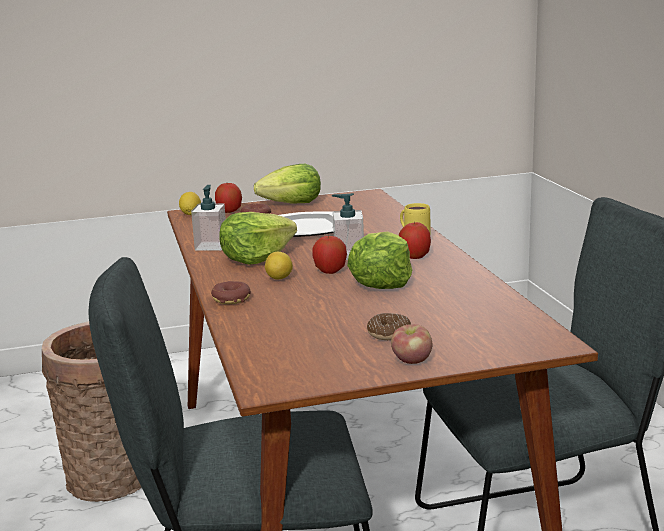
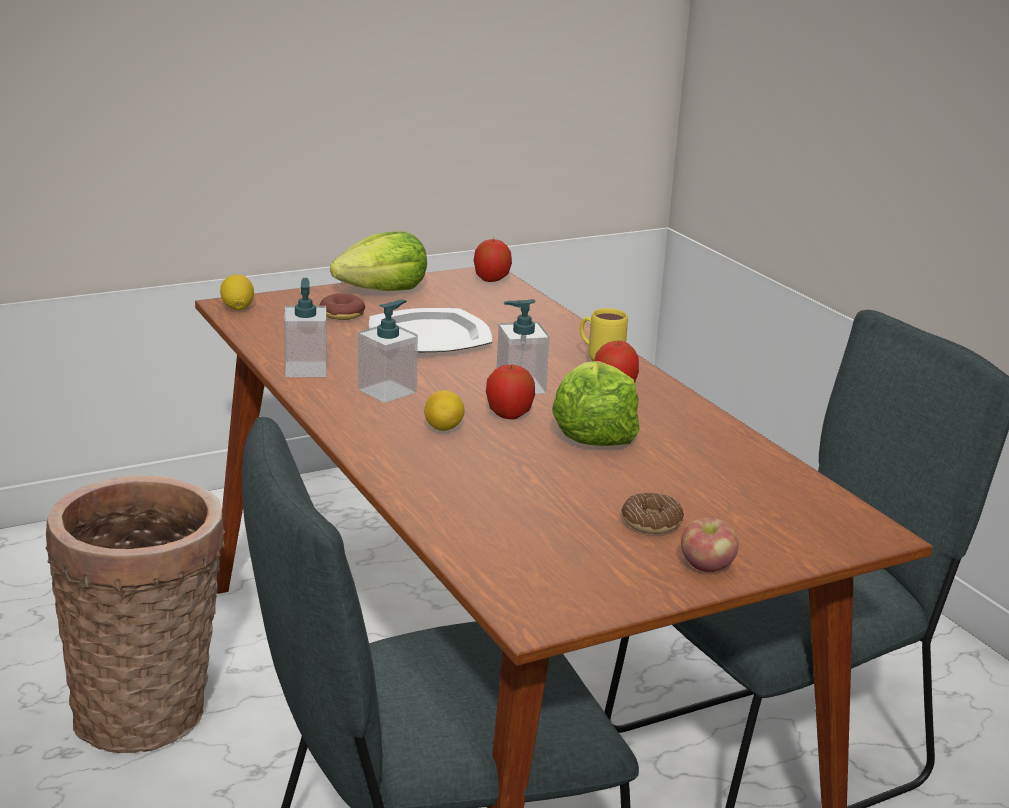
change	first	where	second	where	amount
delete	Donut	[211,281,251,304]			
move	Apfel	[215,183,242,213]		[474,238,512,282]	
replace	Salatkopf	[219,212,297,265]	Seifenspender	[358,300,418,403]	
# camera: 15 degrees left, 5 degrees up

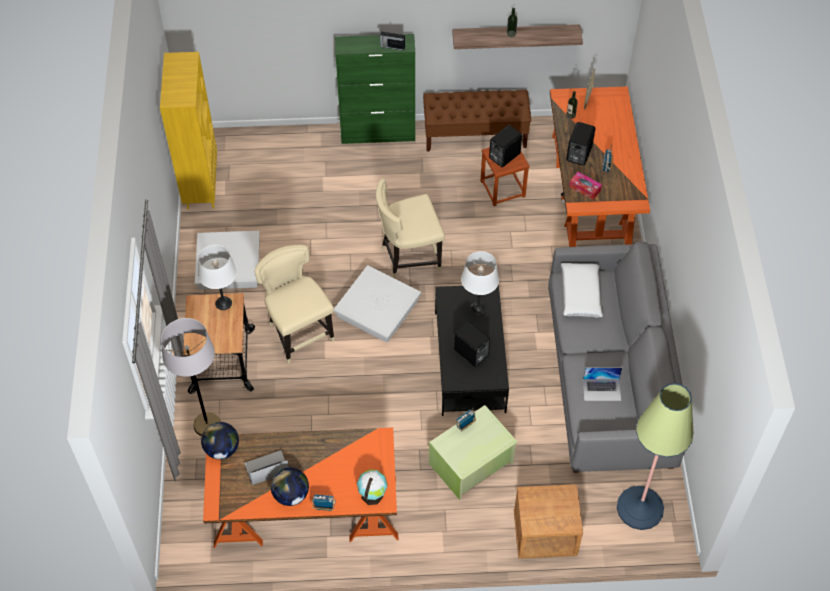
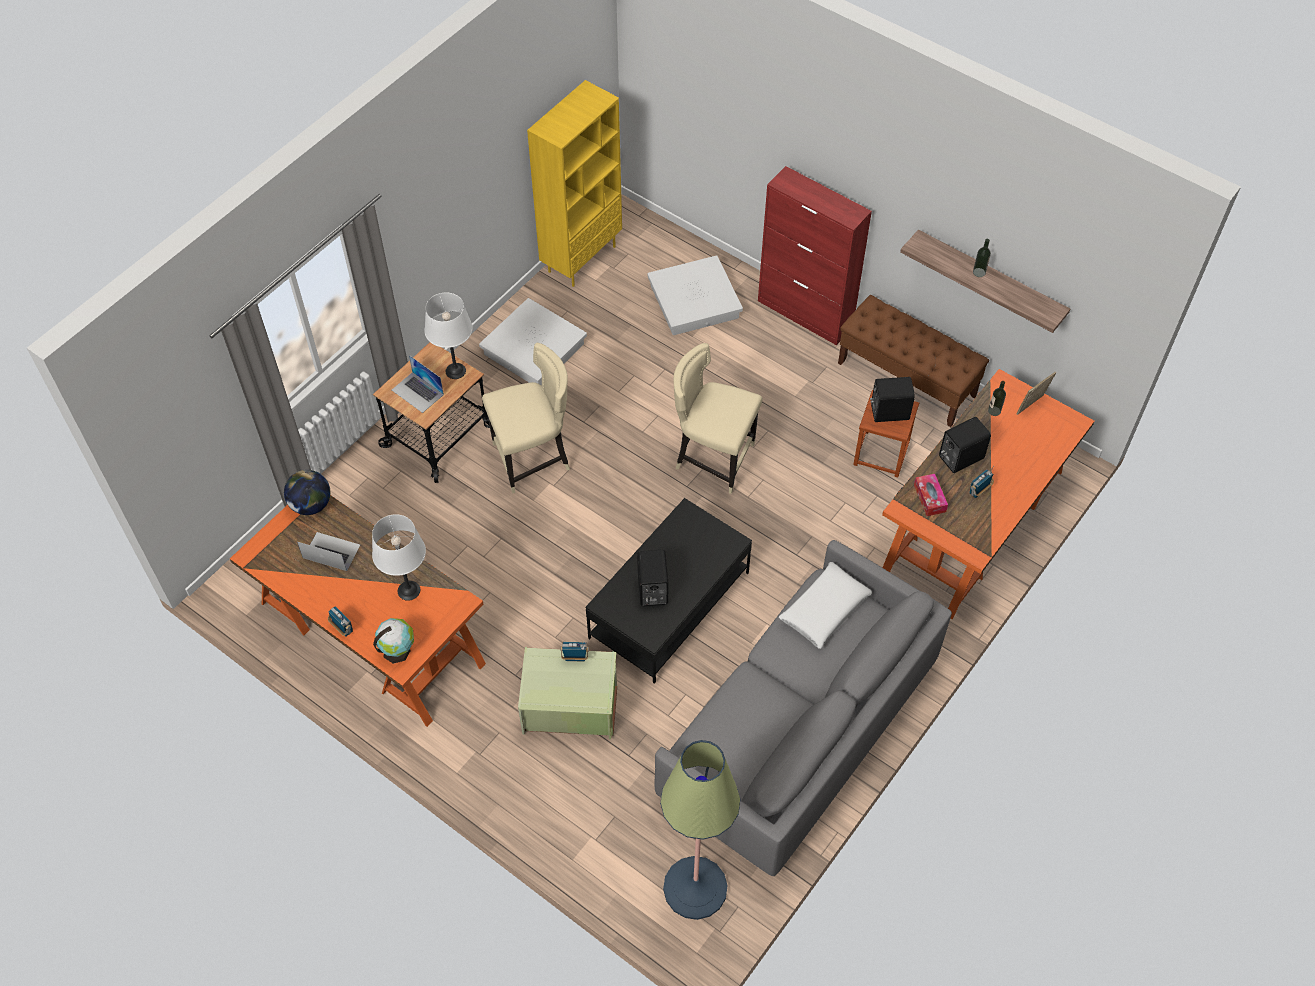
change	first	where	second	where	amount
delete	Stehlampe [grau]	[161,318,221,436]			
delete	Globus	[271,467,309,506]			
delete	Radio	[379,32,405,51]			
delete	Nachttisch [braun]	[514,484,583,559]			
move	Aufbewahrungsbox [weiß]	[334,265,421,343]		[647,255,743,335]	
move	Tischlampe [weiß]	[461,251,499,316]		[372,514,426,601]	
move	Laptop	[583,367,622,401]		[392,355,444,413]	
recolor	Schrank [grün]	[335,34,415,144]	Schrank [rot]	[758,166,872,345]	
rotate	Stuhl [beige]	[255,245,334,364]		[482,343,570,493]	60 degrees clockwise
# camera: 40 degrees right, 0 degrees up

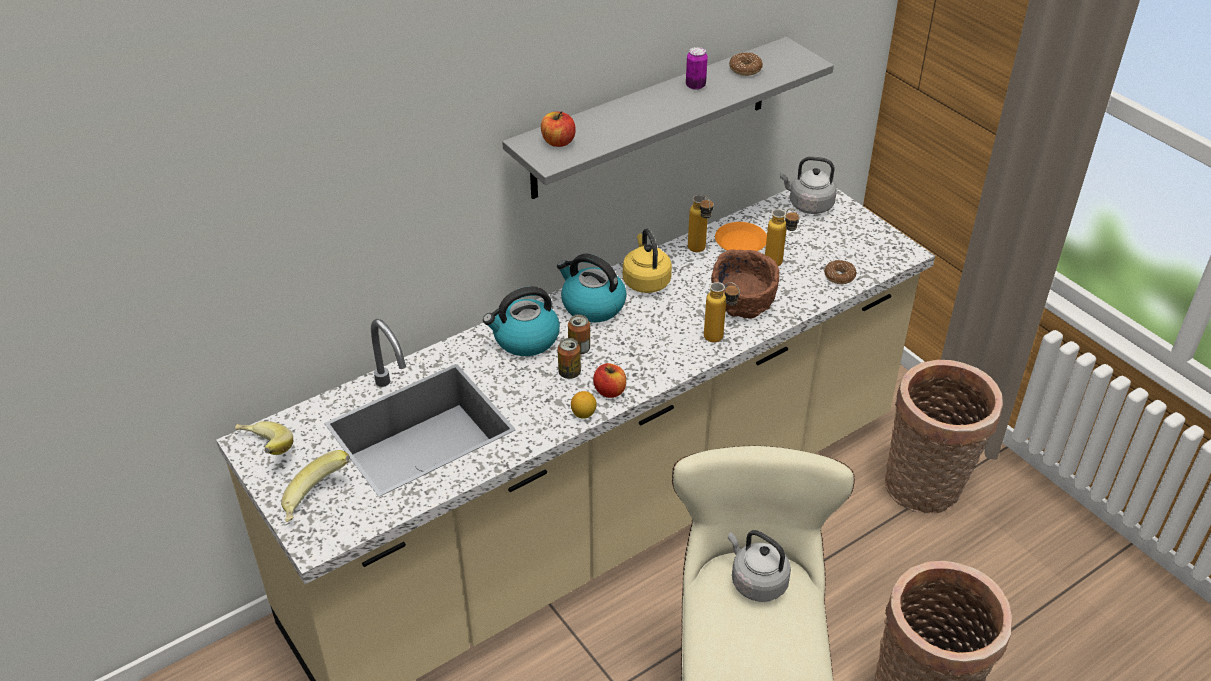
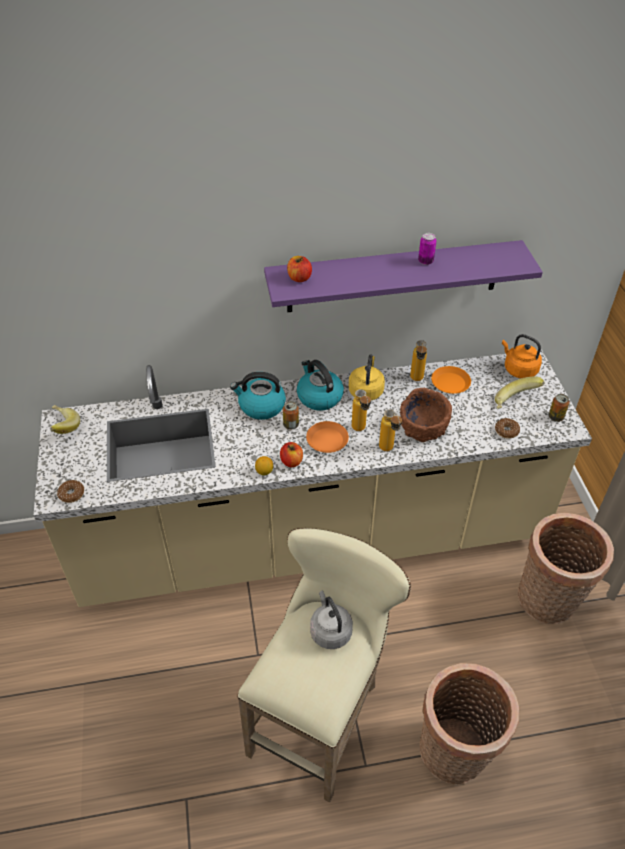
change	first	where	second	where	amount
insert			Teller [orange]	[306,421,349,453]	
move	Banane	[281,450,350,522]		[495,377,545,409]	
move	Dose	[557,338,581,379]		[549,394,569,422]	
move	Donut	[729,52,763,76]		[57,480,84,503]	
move	Flasche	[765,208,800,266]		[352,389,371,431]	
recolor	Wandregal [grau]	[502,37,834,199]	Wandregal [lila]	[264,240,543,312]	
recolor	Wasserkessel [grau]	[780,156,837,214]	Wasserkessel [orange]	[502,334,542,378]	
# camera: 25 degrees right, 5 degrees up

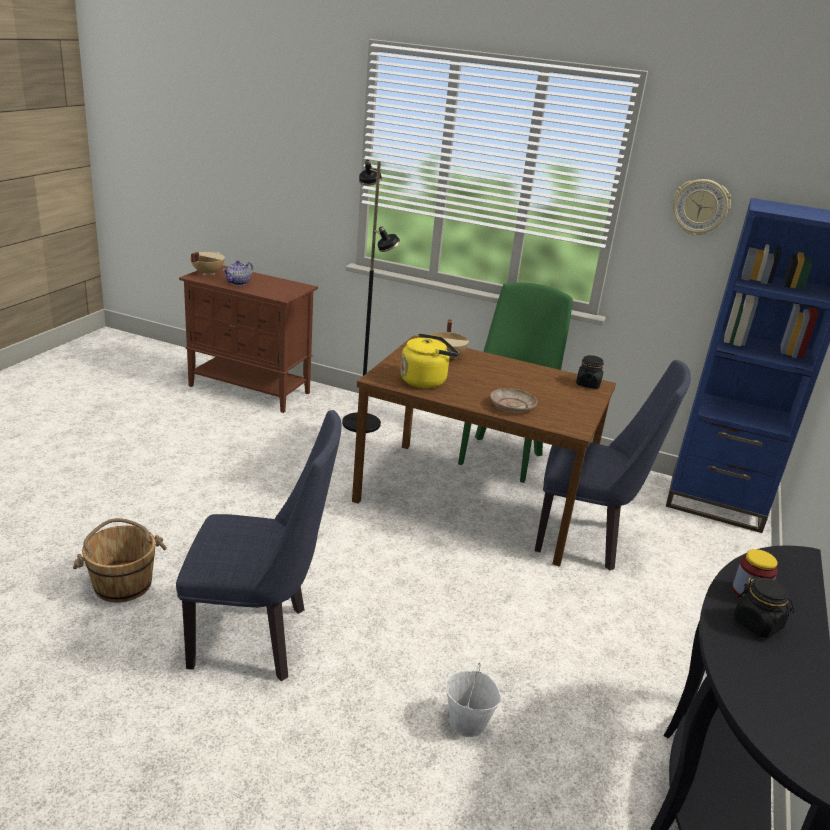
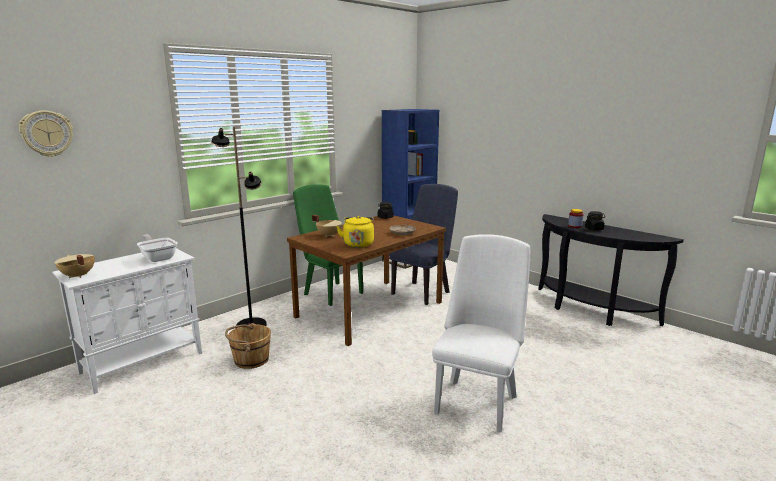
change	first	where	second	where	amount
delete	Teekanne	[223,260,253,286]			
delete	Eimer [weiß]	[446,662,502,737]			
insert			Pfanne	[137,235,178,262]	
move	Eimer [braun]	[73,518,167,602]		[225,323,271,369]	
move	Wanduhr	[673,179,731,236]		[19,110,73,157]	
recolor	Stuhl [blau]	[176,410,342,681]	Stuhl [weiß]	[432,234,530,432]	
recolor	Schrank [braun]	[179,265,318,413]	Schrank [weiß]	[52,248,202,394]	
# camera: 65 degrees left, 10 degrees down

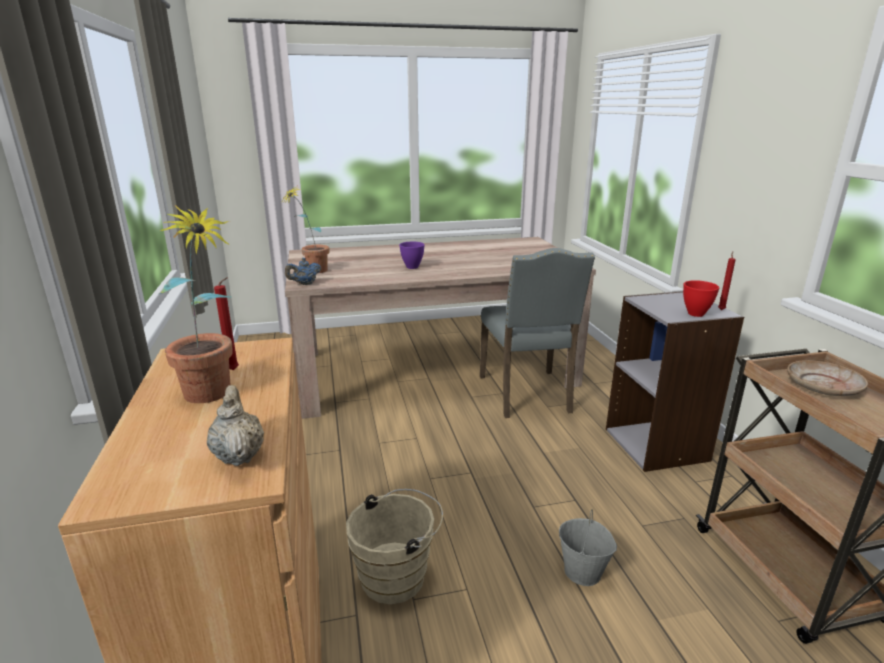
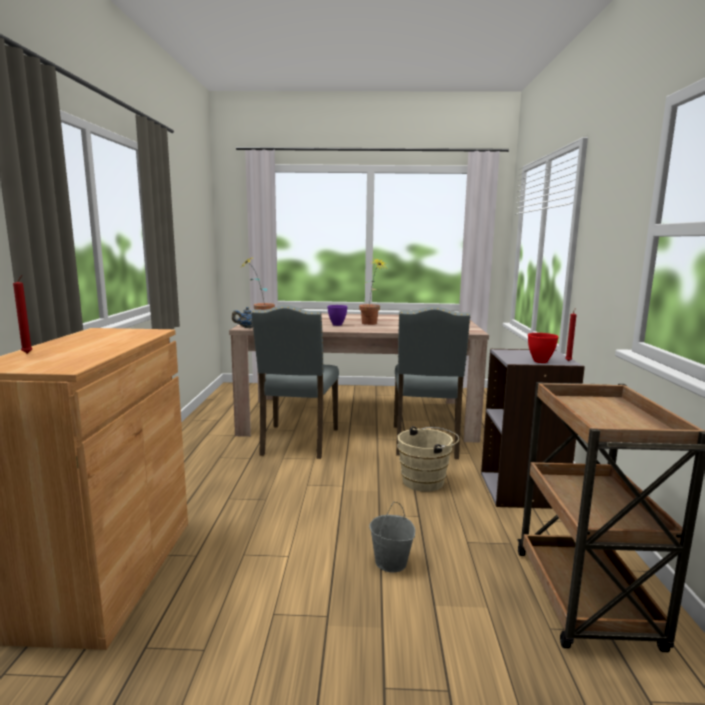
change	first	where	second	where	amount
delete	Teekanne [beige]	[207,385,264,466]			
delete	Teller [beige]	[787,360,868,396]			
insert			Stuhl [grau]	[251,305,339,459]	
move	Topfpflanze	[159,205,233,403]		[359,257,387,325]	
move	Kerze [rot]	[214,277,239,370]		[13,275,32,354]	
move	Eimer [beige]	[346,489,443,604]		[398,426,459,492]	
# camera: 15 degrees right, 10 degrees down

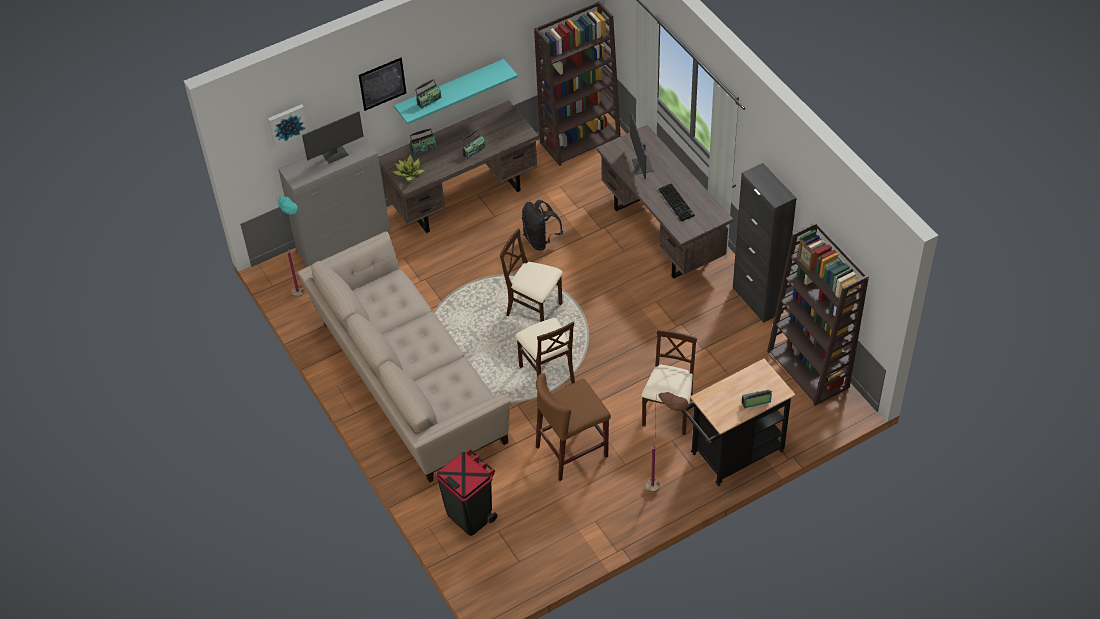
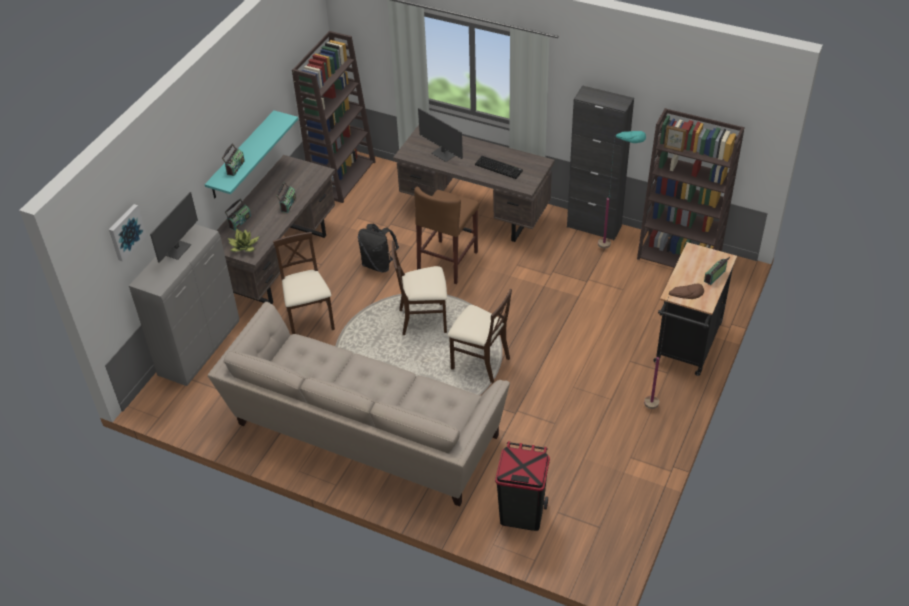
change	first	where	second	where	amount
delete	Bild	[359,58,406,111]			
move	Stehlampe [türkis]	[276,196,305,298]		[598,131,646,249]	
move	Hocker [braun]	[536,373,611,481]		[414,187,479,284]	
move	Stuhl [beige]	[641,329,697,435]		[273,232,335,334]	
# camera: 35 degrees left, 5 degrees down

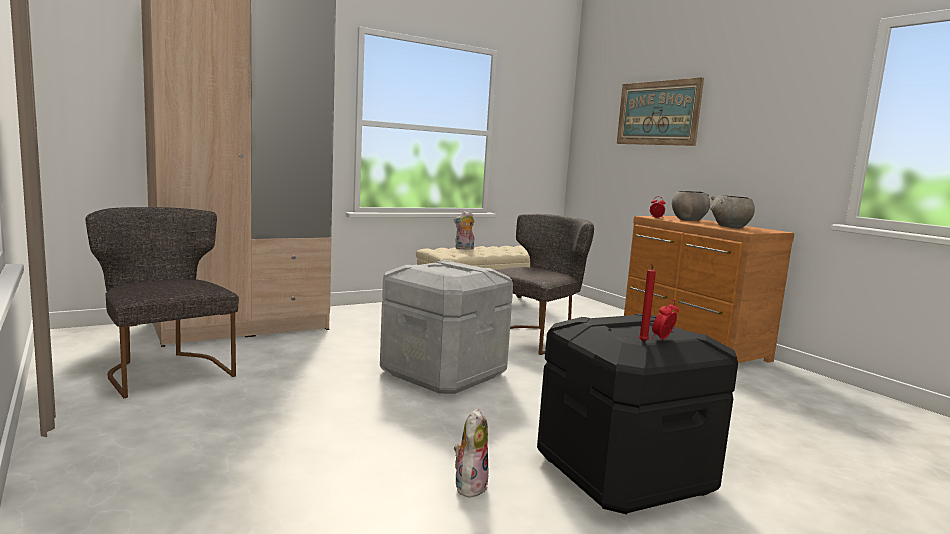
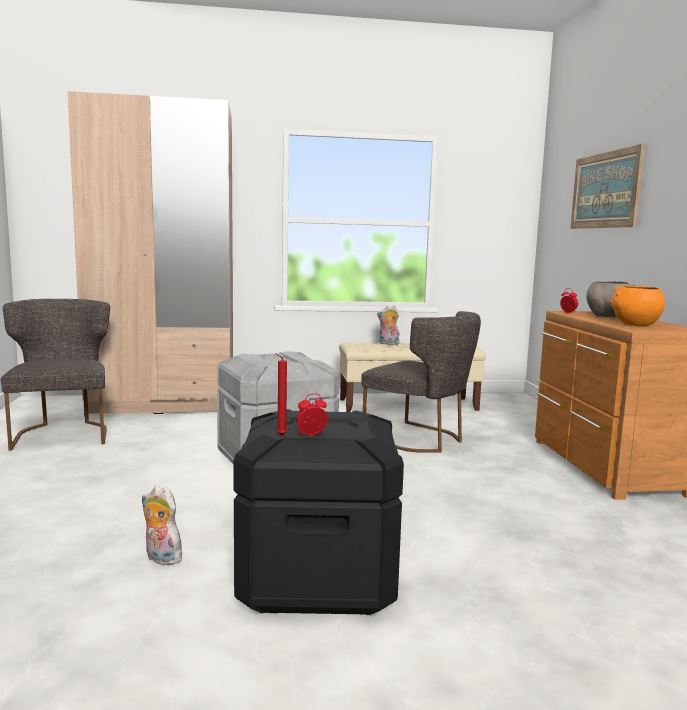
change	first	where	second	where	amount
recolor	Schüssel [grau]	[710,195,755,228]	Schüssel [orange]	[610,285,665,326]	
rotate	Plüschtier	[454,408,488,497]		[141,485,182,565]	105 degrees counterclockwise
rotate	Stuhl [grau]	[496,214,594,355]		[361,311,481,453]	60 degrees clockwise
# camera: 25 degrees right, 0 degrees up

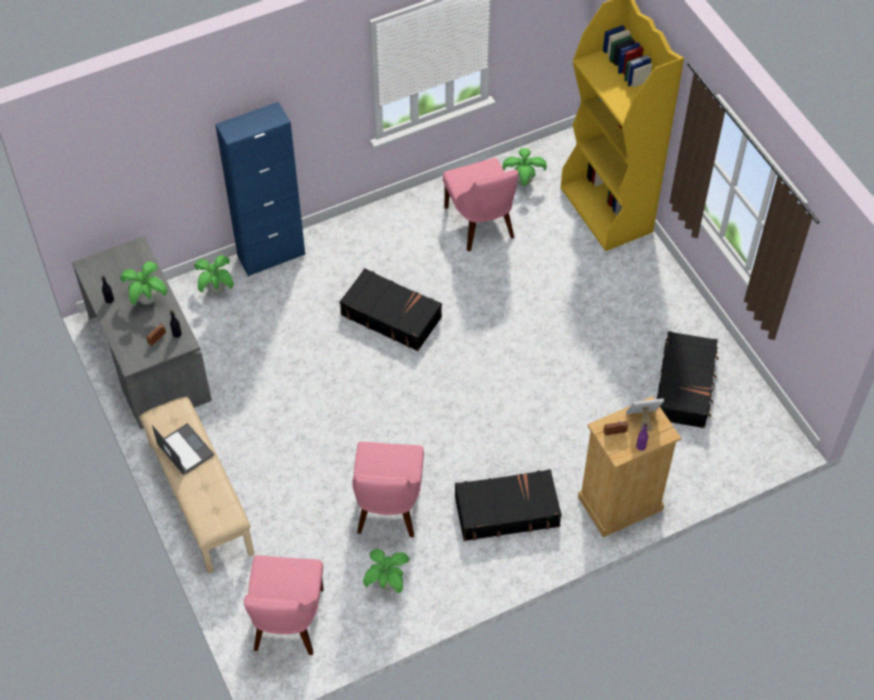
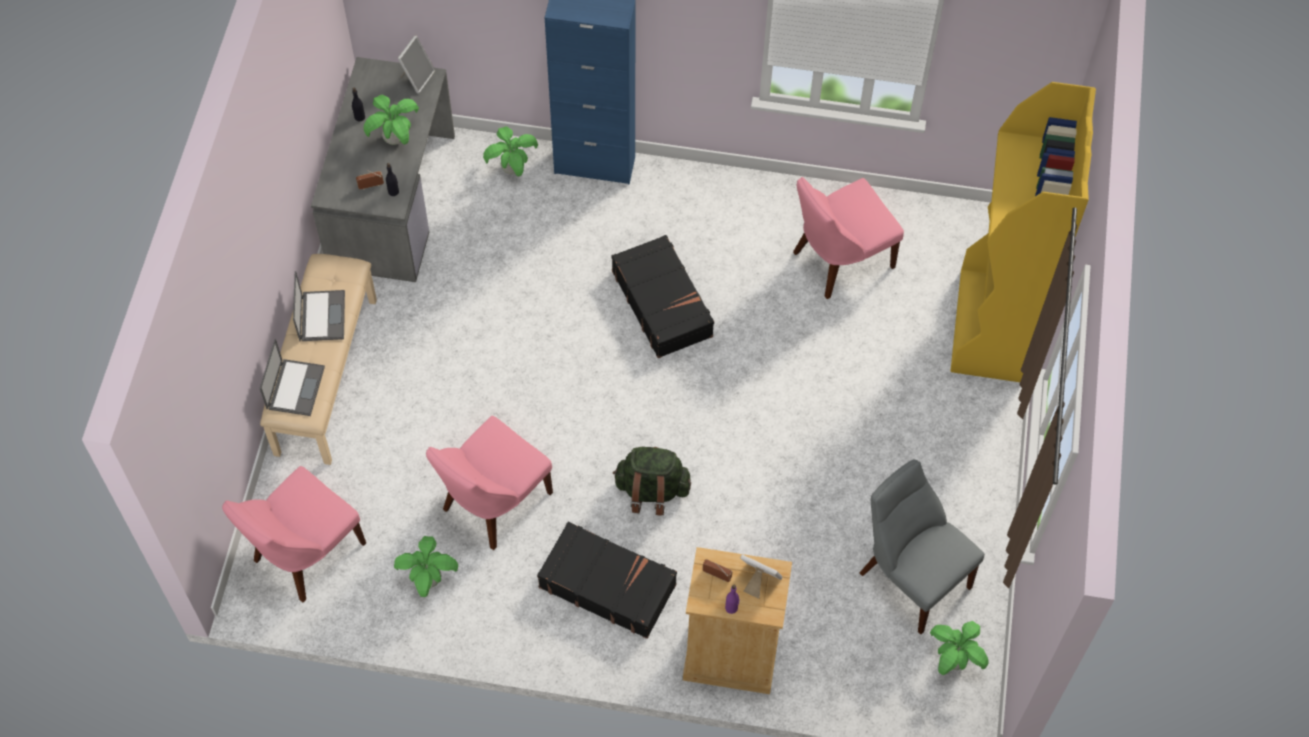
change	first	where	second	where	amount
insert			Laptop	[259,339,325,416]	
insert			Bilderrahmen	[398,35,435,94]	
insert			Rucksack [grün]	[613,446,691,516]	
move	Topfpflanze	[502,148,547,186]		[930,621,989,675]	
replace	Koffer [schwarz]	[657,331,718,428]	Stuhl [grau]	[860,459,985,634]	
rotate	Stuhl [rosa]	[443,158,518,251]		[793,177,904,299]	45 degrees clockwise
# camera: 35 degrees right, 5 degrees up

